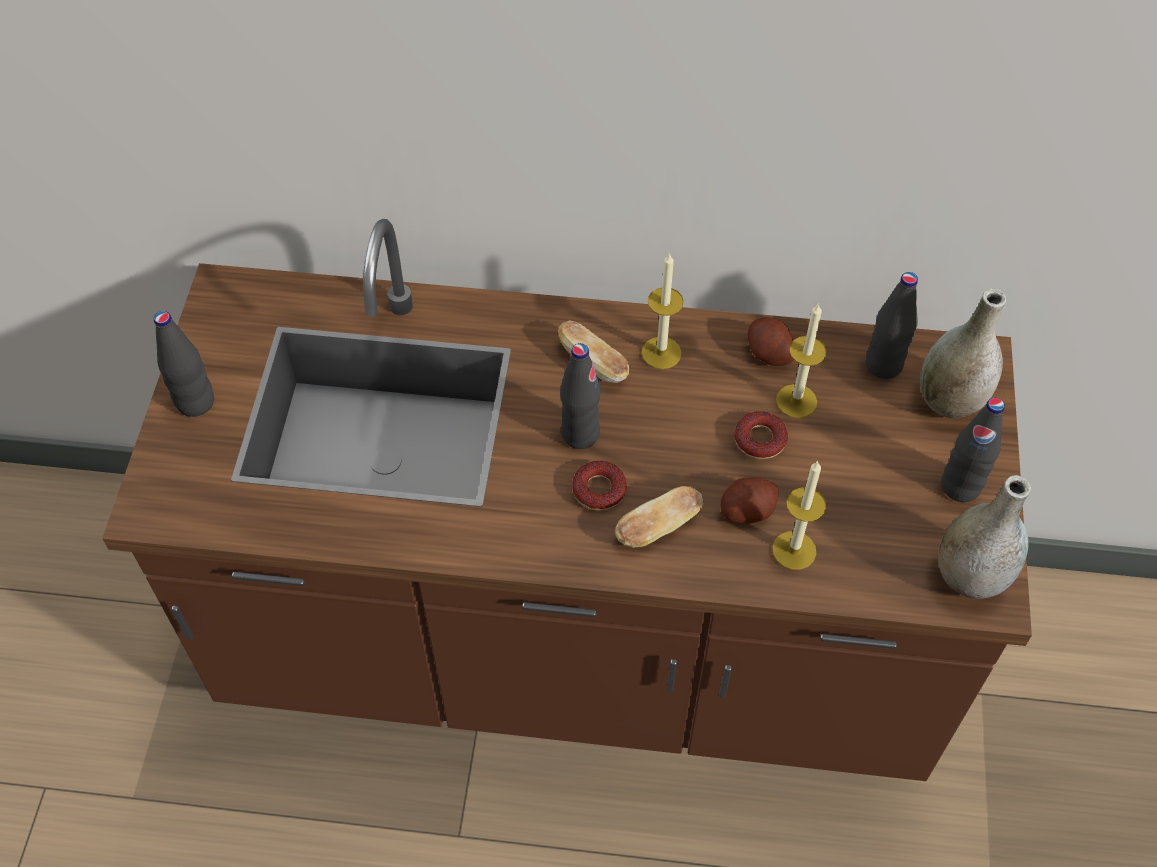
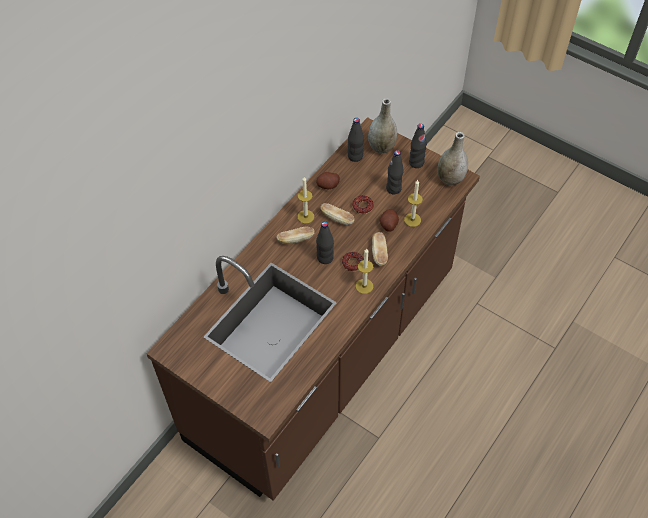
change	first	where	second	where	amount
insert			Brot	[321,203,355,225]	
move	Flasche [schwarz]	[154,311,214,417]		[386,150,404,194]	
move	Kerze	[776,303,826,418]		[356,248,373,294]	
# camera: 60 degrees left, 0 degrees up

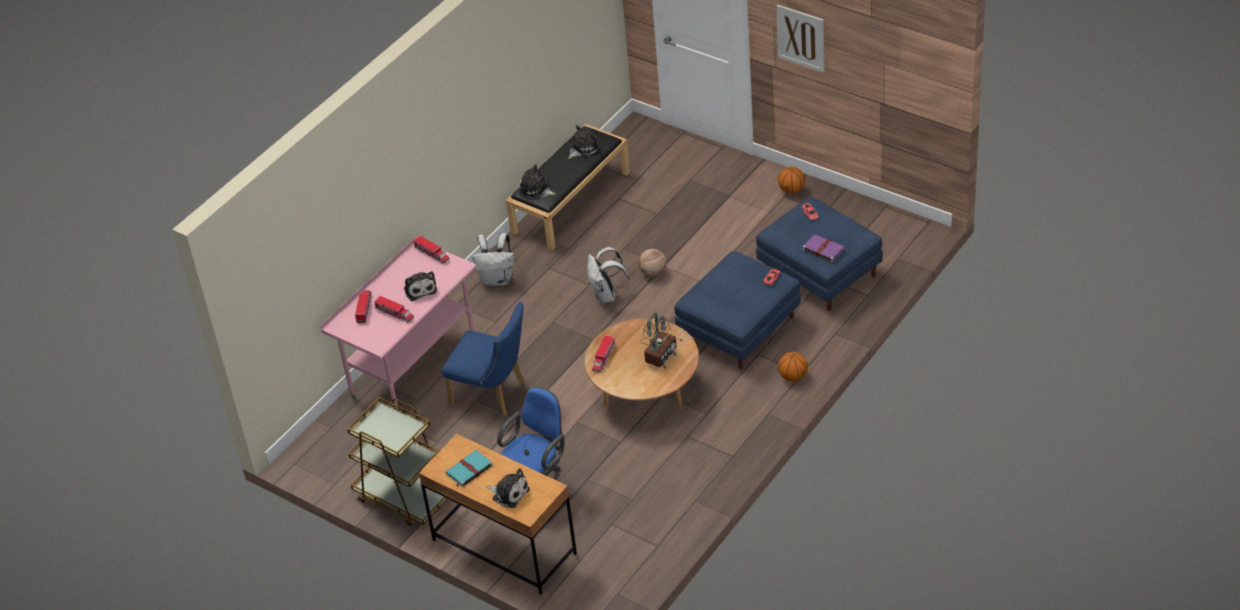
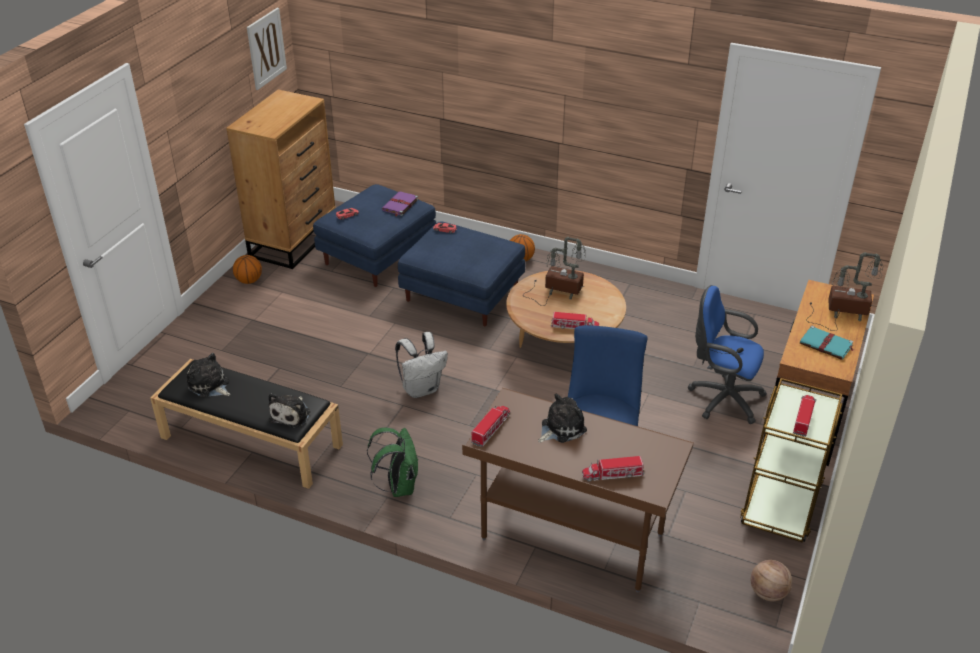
change	first	where	second	where	amount
insert			Kommode [braun]	[226,90,336,269]	
move	Spielzeuglaster	[374,296,414,323]		[793,395,816,437]	
move	Basketball	[638,249,667,277]		[751,560,792,601]	
move	Bild	[776,5,824,72]		[247,8,287,90]	
replace	Plüschtier	[486,468,530,508]	Tischlampe	[806,252,883,331]	
recolor	Schreibtisch [rosa]	[320,236,476,409]	Schreibtisch [braun]	[462,388,694,593]	
recolor	Rucksack [weiß]	[472,233,514,286]	Rucksack [grün]	[367,427,418,497]	
# camera: 105 degrees left, 5 degrees down

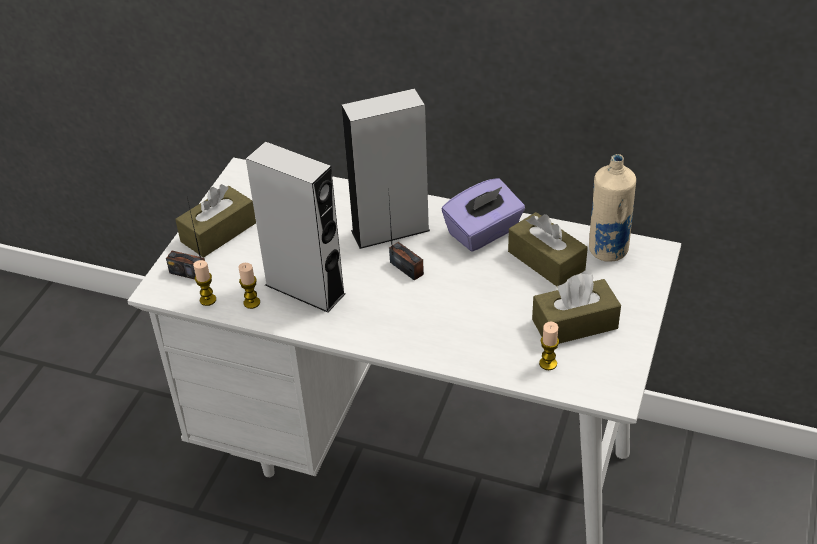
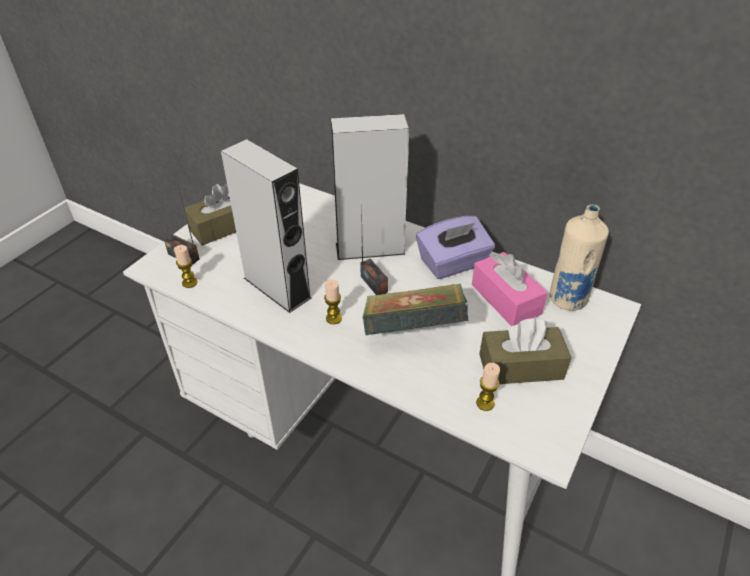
change	first	where	second	where	amount
insert			Buch	[362,284,468,335]	
move	Kerze	[239,263,260,309]		[324,280,342,324]	
recolor	Taschentuchbox [braun]	[508,212,588,286]	Taschentuchbox [rosa]	[472,252,548,326]	
# camera: 10 degrees right, 0 degrees up

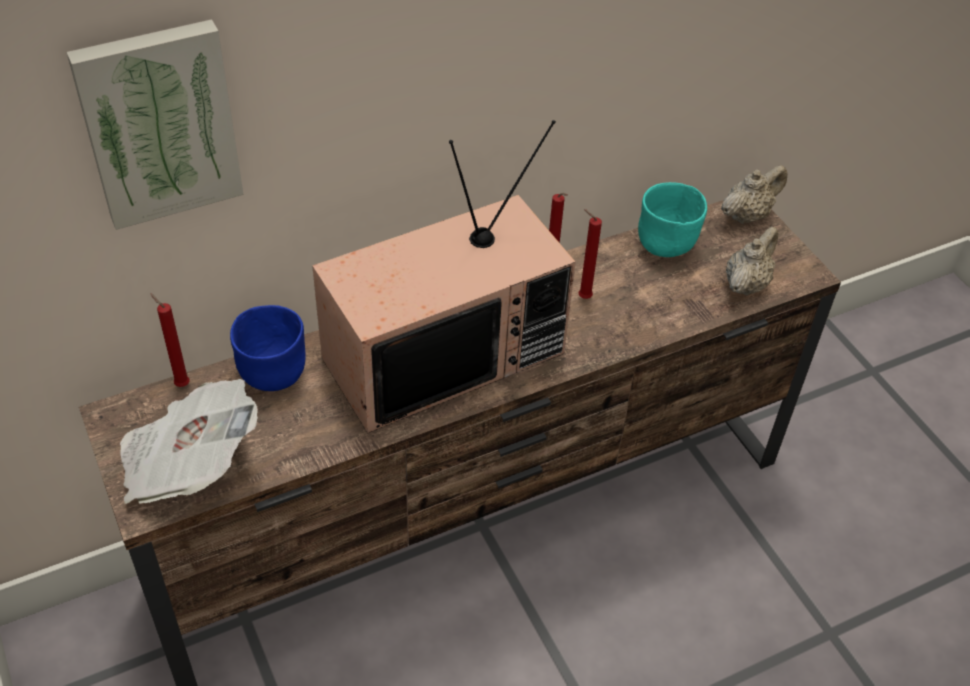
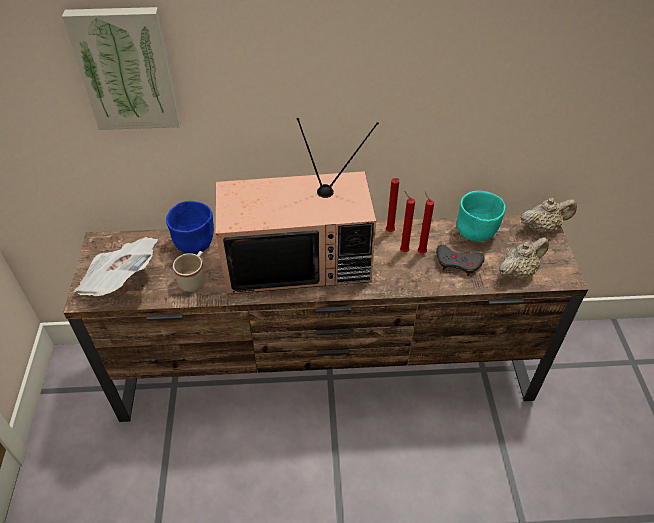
change	first	where	second	where	amount
insert			Henkelbecher [beige]	[173,251,206,292]	
insert			Gamepad [grau]	[436,245,485,276]	
move	Kerze [rot]	[150,293,190,387]		[418,192,434,254]	
# camera: 25 degrees right, 0 degrees up

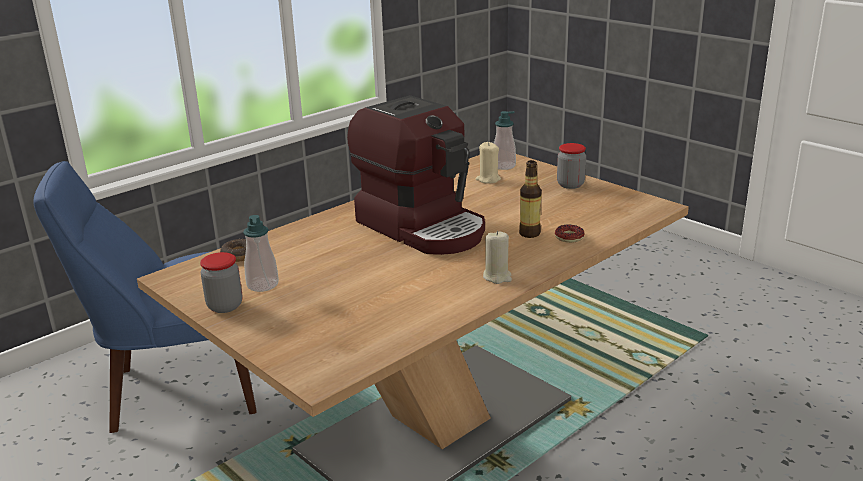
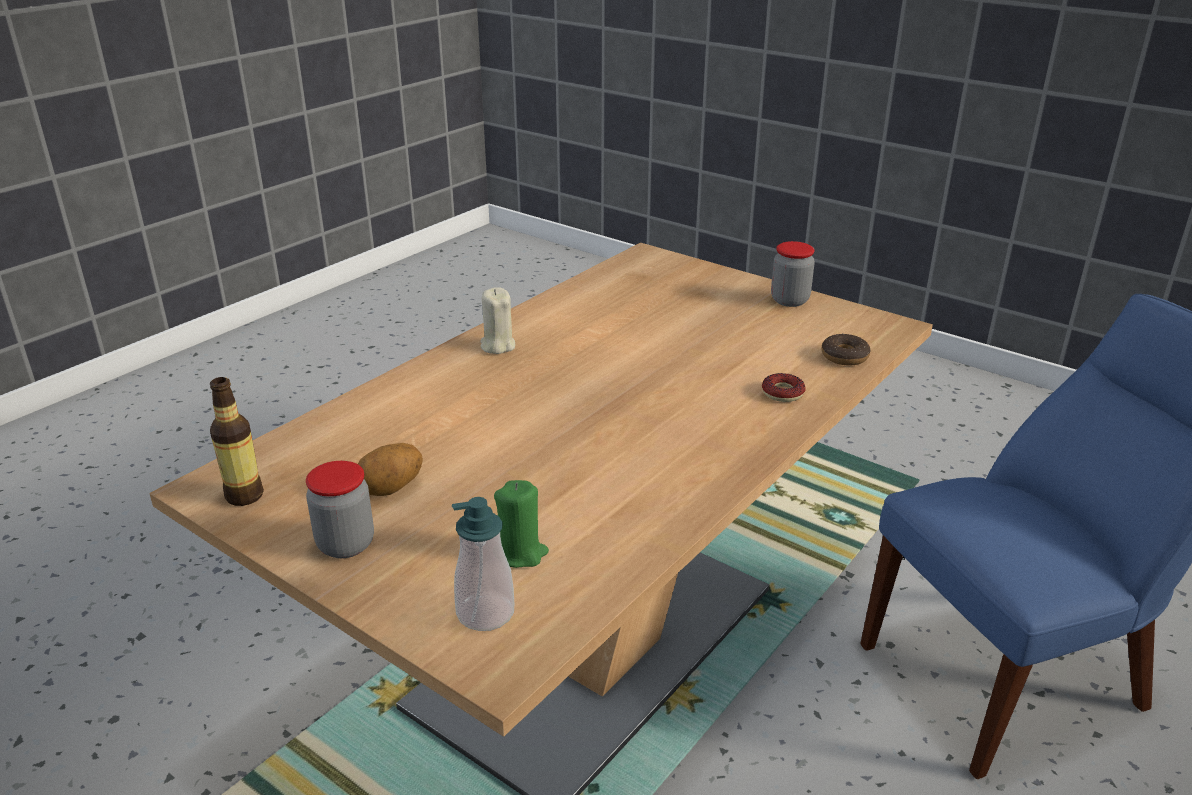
change	first	where	second	where	amount
delete	Seifenspender	[243,215,279,292]			
delete	Kaffeemaschine	[347,95,485,255]			
insert			Kartoffel	[358,443,423,496]	
move	Flasche	[519,160,542,238]		[210,377,264,506]	
move	Donut	[555,224,585,243]		[762,373,806,402]	
recolor	Kerze [beige]	[476,142,501,184]	Kerze [grün]	[494,480,549,568]	
# camera: 170 degrees right, 5 degrees up

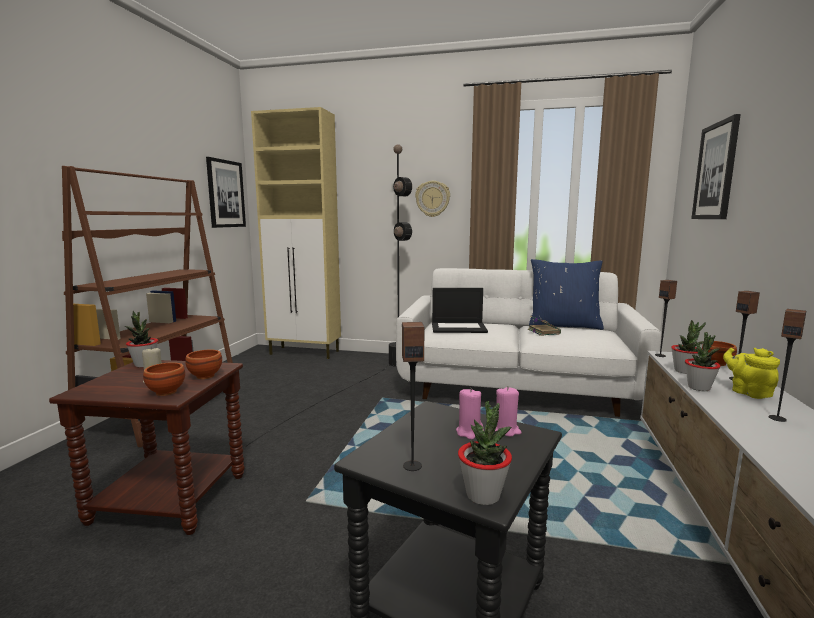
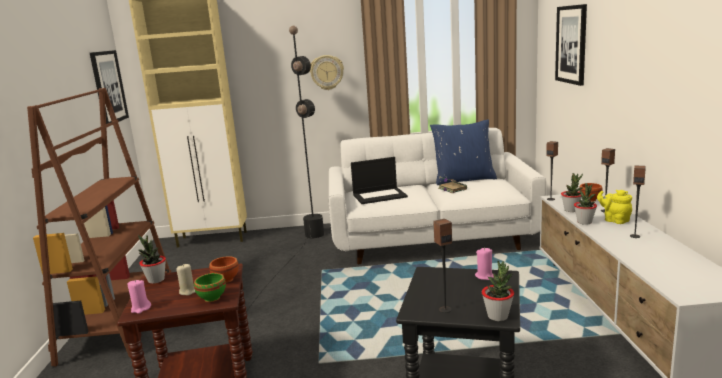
change	first	where	second	where	amount
move	Kerze [rosa]	[456,388,484,440]		[127,280,151,314]	
recolor	Schüssel [braun]	[143,362,185,396]	Schüssel [grün]	[194,273,226,302]	
# camera: 15 degrees left, 5 degrees up

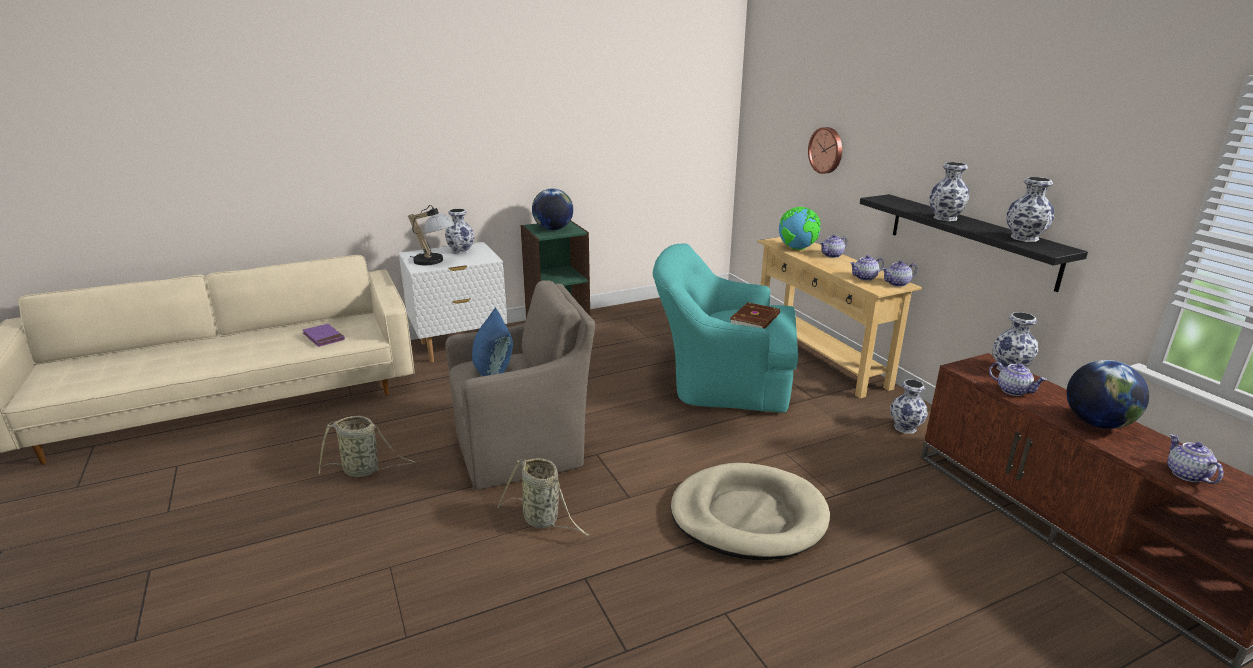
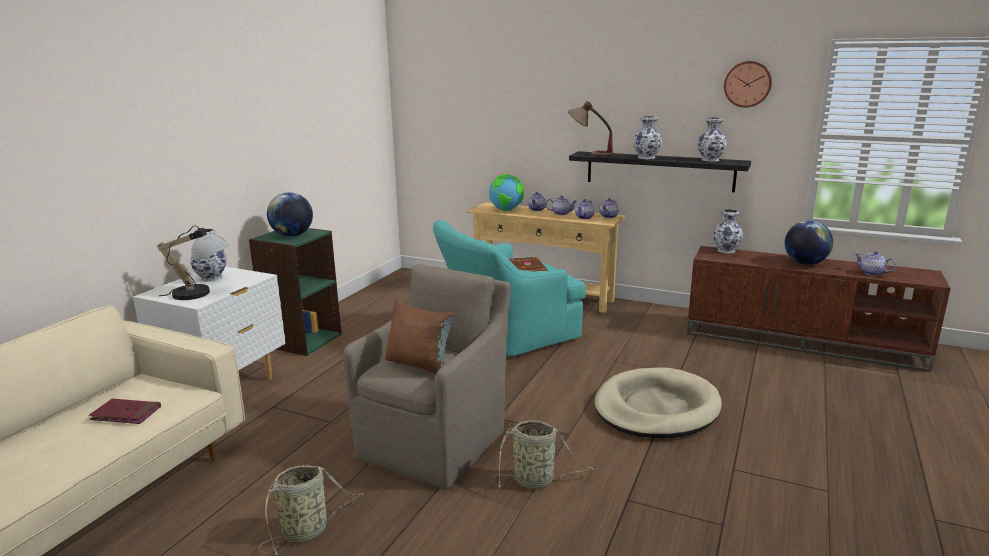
change	first	where	second	where	amount
delete	Vase	[890,379,928,434]			
insert			Tischlampe	[568,101,614,157]	
move	Wanduhr	[808,127,842,174]		[724,61,772,108]	
move	Teekanne	[989,362,1047,396]		[546,196,577,215]	
recolor	Buch [lila]	[303,324,345,347]	Buch [rot]	[89,399,161,424]	
recolor	Kissen [blau]	[472,307,513,376]	Kissen [braun]	[385,300,455,375]	
# camera: 40 degrees left, 5 degrees down

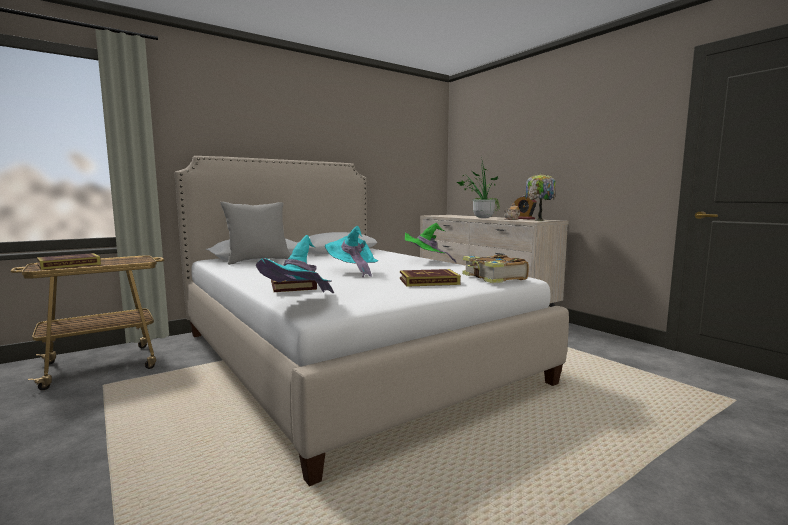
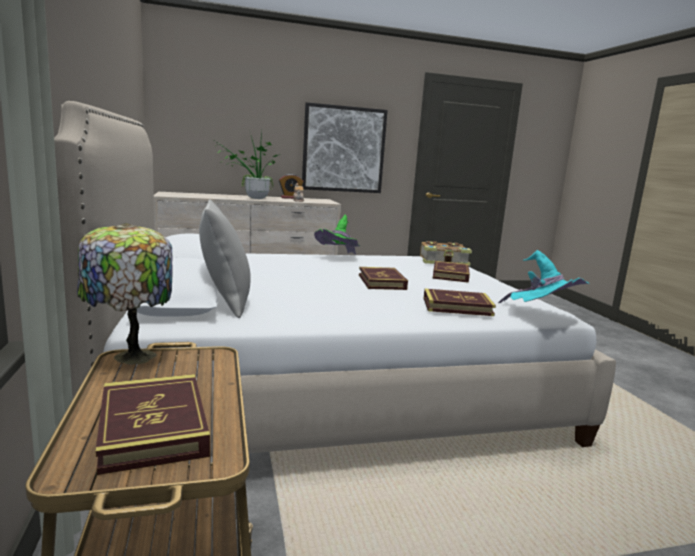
change	first	where	second	where	amount
insert			Bild	[302,102,388,193]	
move	Tischlampe	[525,174,556,221]		[77,223,173,365]	
replace	Hut [türkis]	[325,226,378,277]	Buch	[359,267,408,290]	
# camera: 70 degrees left, 5 degrees up

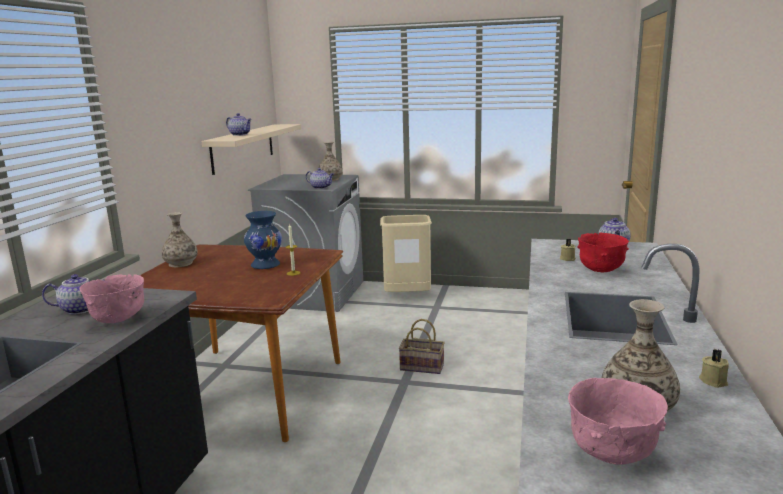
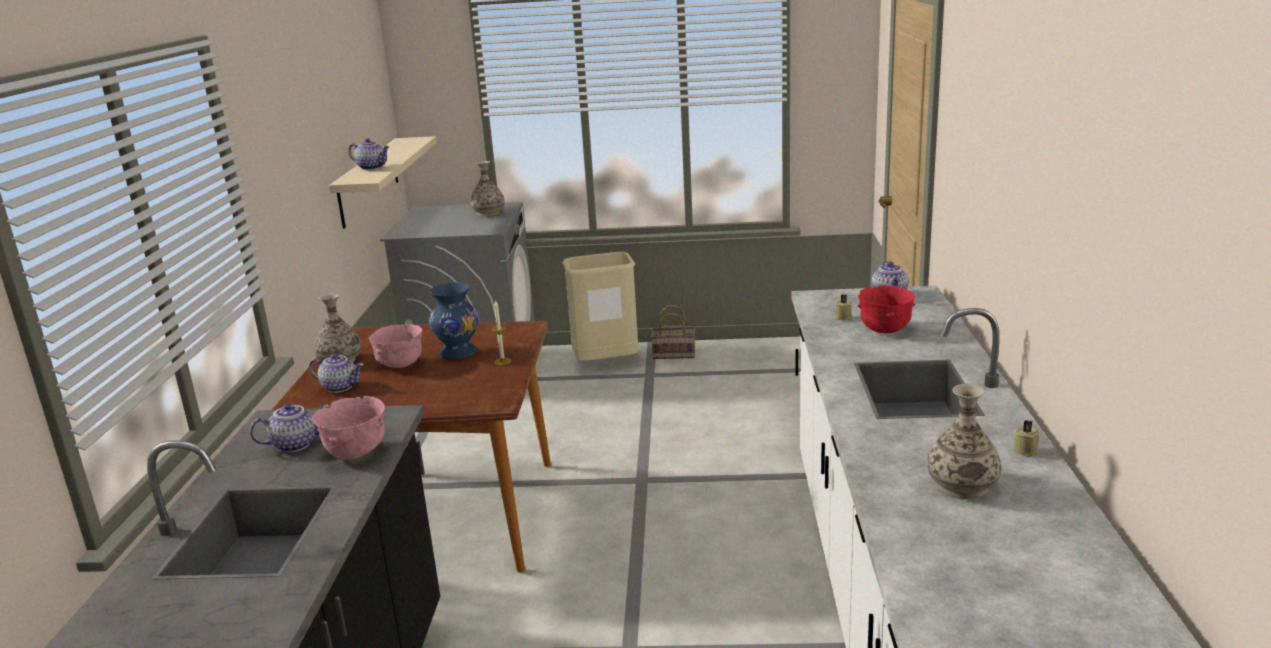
change	first	where	second	where	amount
move	Teekanne	[306,168,334,189]		[309,353,363,393]	
move	Korb	[399,319,445,374]		[651,305,695,359]	
move	Schüssel [rosa]	[568,378,668,465]		[369,324,422,368]	
# camera: 10 degrees left, 5 degrees up

